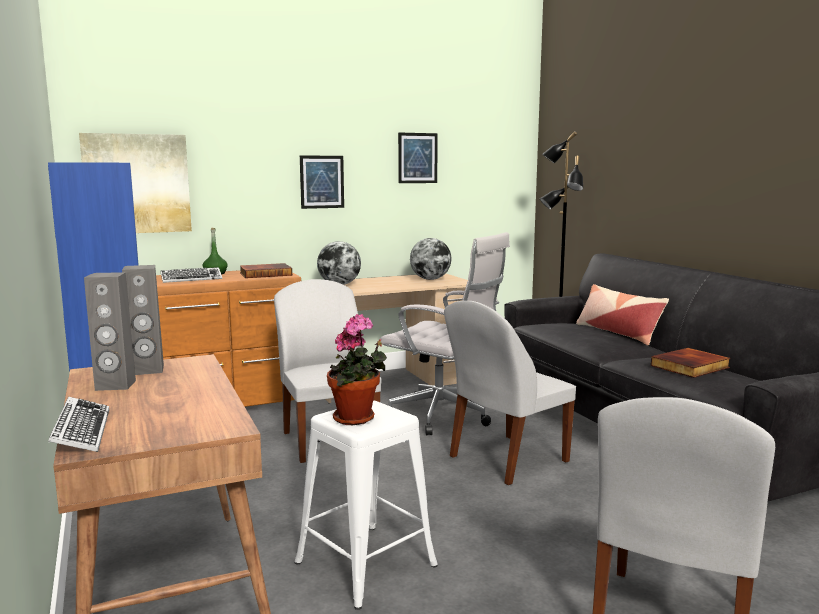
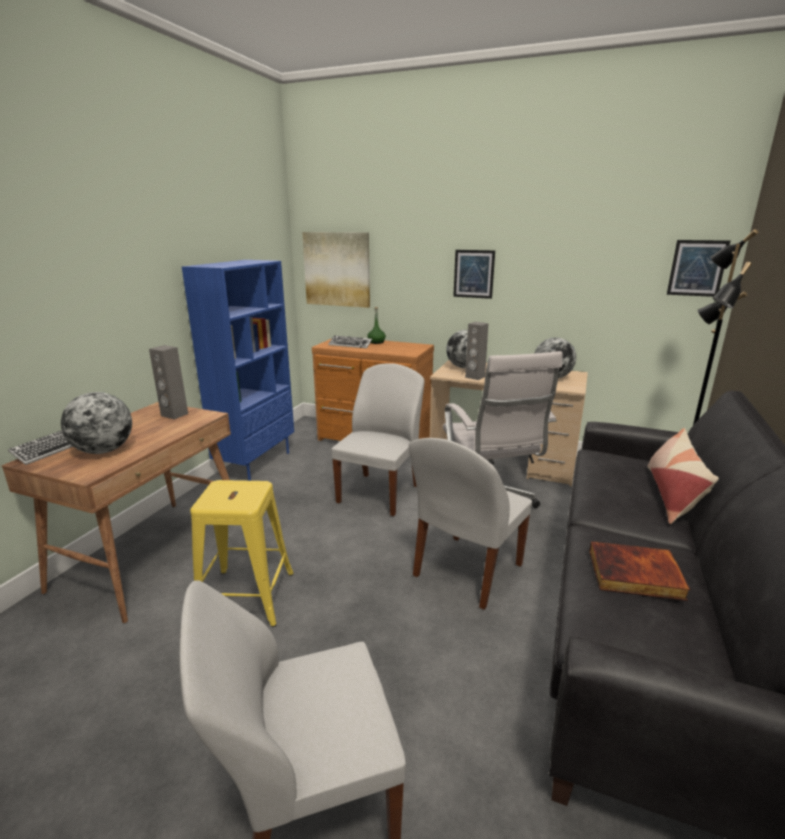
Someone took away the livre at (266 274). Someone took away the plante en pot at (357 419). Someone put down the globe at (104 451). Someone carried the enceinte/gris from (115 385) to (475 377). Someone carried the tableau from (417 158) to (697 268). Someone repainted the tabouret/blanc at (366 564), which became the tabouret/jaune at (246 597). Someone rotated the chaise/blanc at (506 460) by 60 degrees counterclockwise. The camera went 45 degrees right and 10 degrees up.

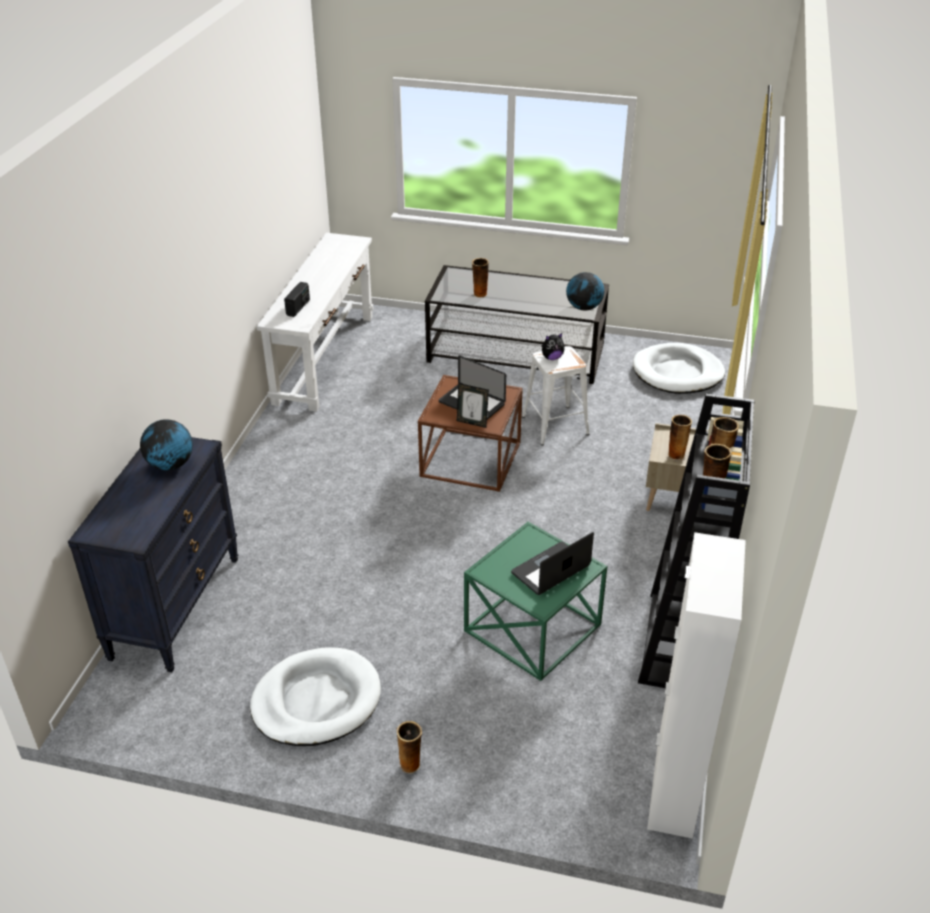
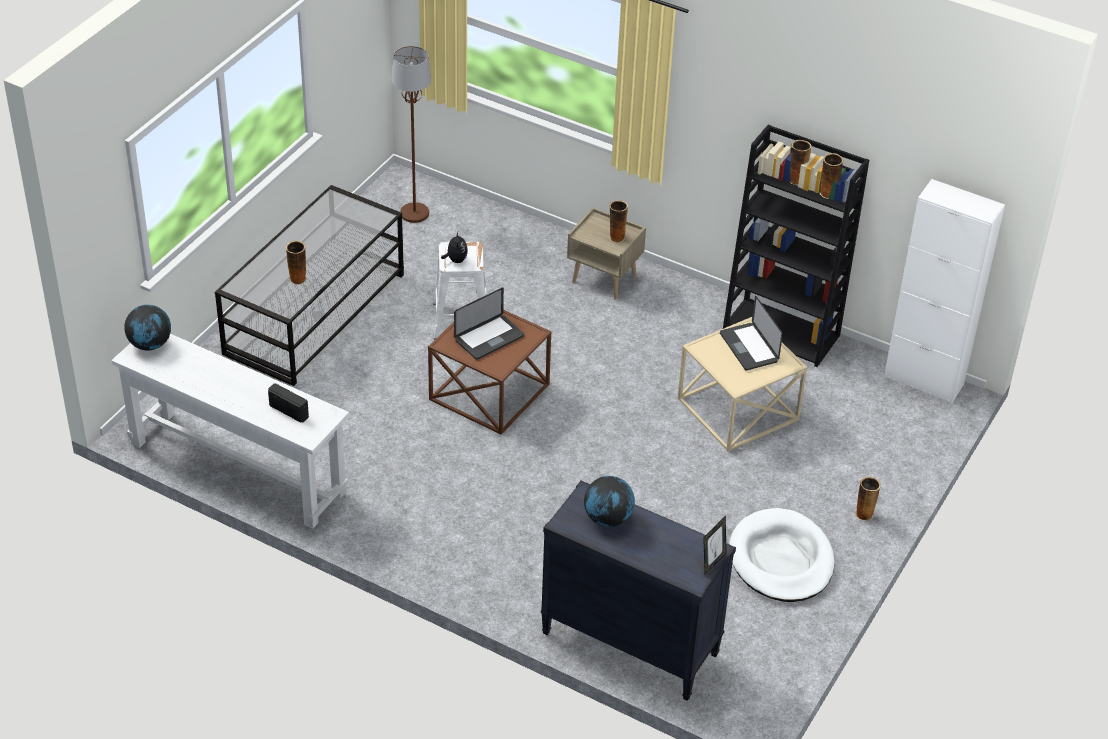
Someone carried the cadre photo from (472 423) to (713 562). Someone carried the globe from (584 308) to (150 344). Someone swapped the panier pour chien/blanc at (677 373) for the lampadaire/marron at (414 213). Someone repainted the table d'appoint/vert at (532 628), which became the table d'appoint/beige at (739 409). The camera went 75 degrees left and 5 degrees up.

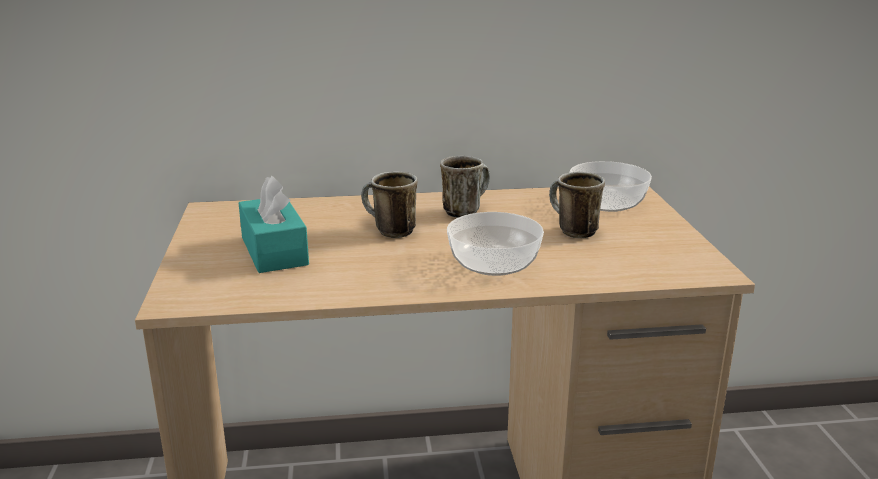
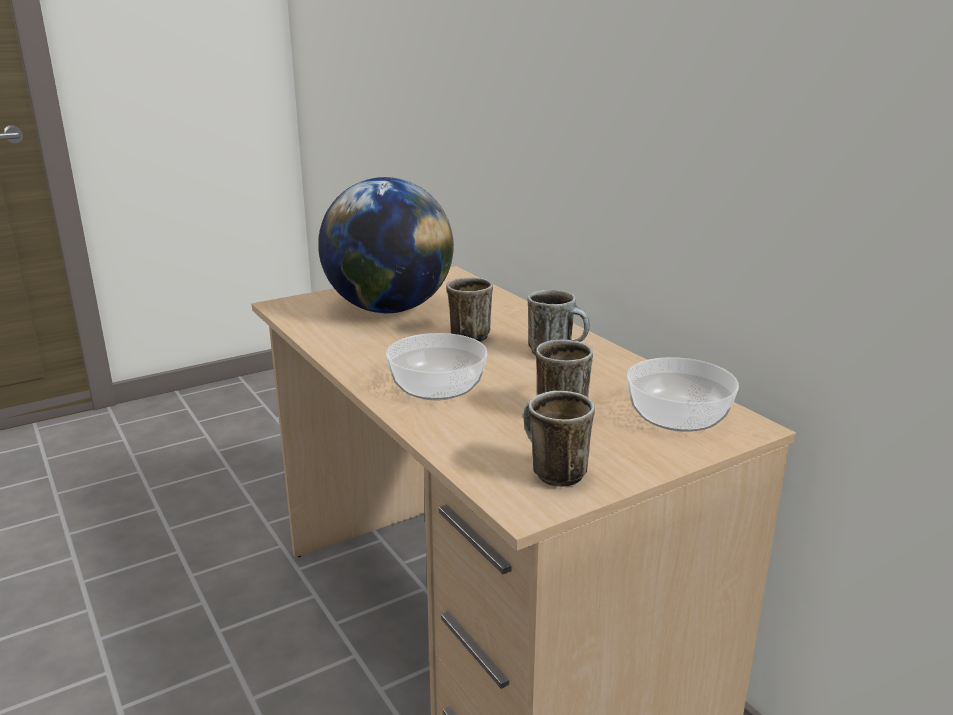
Someone put down the mug at (550 472). Someone swapped the boîte à mouchoirs/turquoise at (274 251) for the globe at (388 309). The camera went 65 degrees right and 0 degrees up.

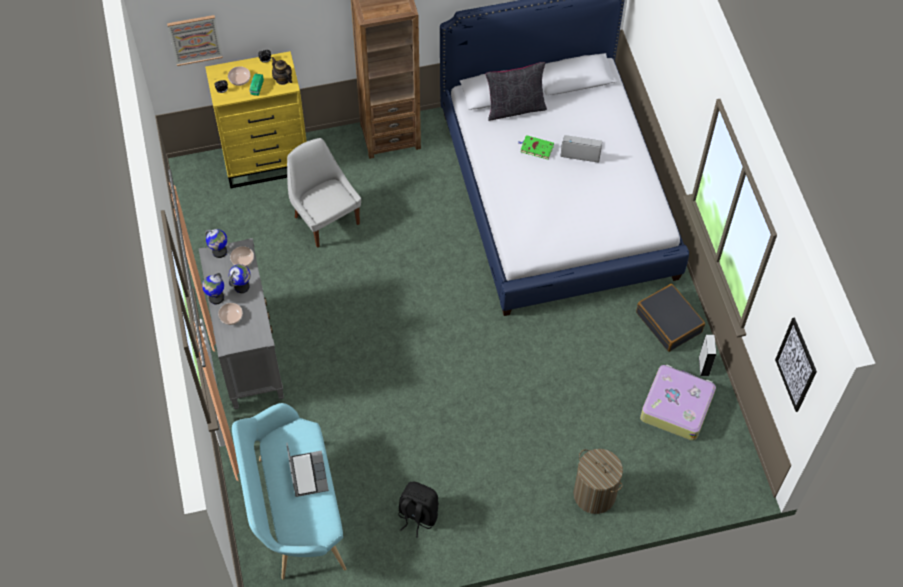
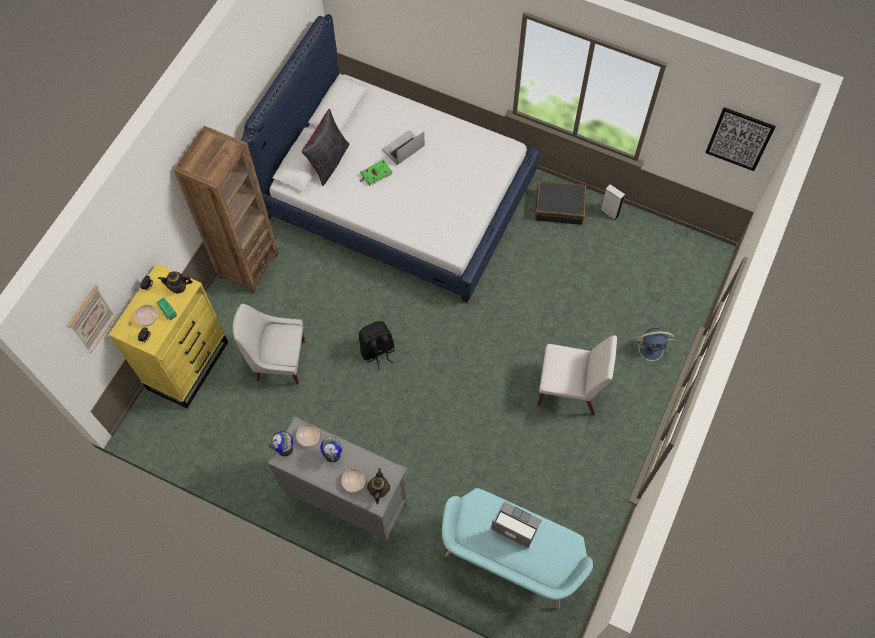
Someone took away the globe at (216 298). Someone took away the valise at (676 406). Someone put down the théière at (379 490). Someone put down the chaise/blanc at (570 389). Someone carried the sac à dos/noir from (417 515) to (377 351). Someone swapped the panier à linge at (594 494) for the ventilateur/bleu at (652 349). The camera went 50 degrees left and 5 degrees up.

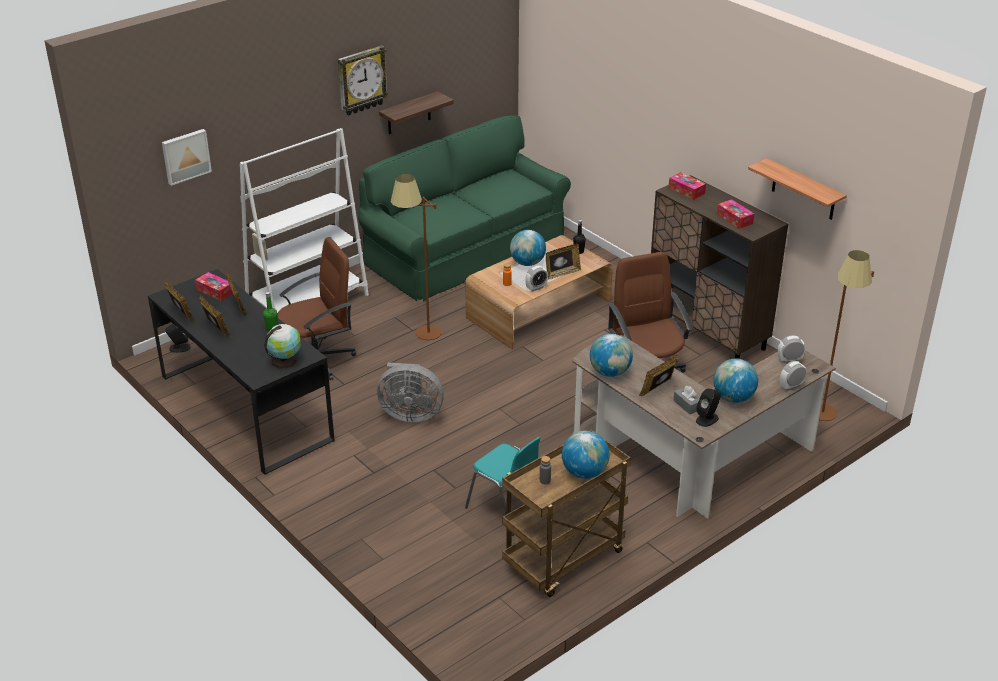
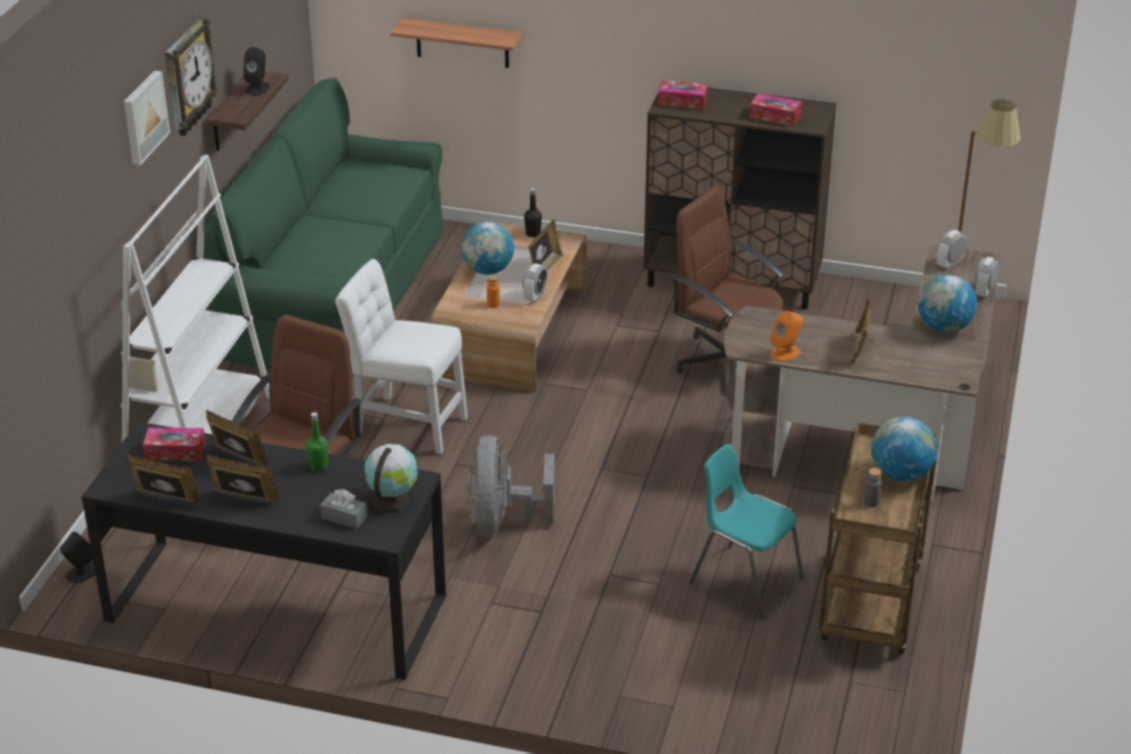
Someone carried the tableau from (185 156) to (143 117). Someone carried the boîte à mouchoirs/gris from (687 405) to (344 517). Someone carried the enceinte/noir from (707 419) to (257 88). Someone carried the étagère from (803 190) to (462 43). Someone swapped the lampadaire/marron at (420 338) for the chaise/blanc at (405 424). Someone swapped the globe at (610 372) for the enceinte/orange at (785 353). Someone rotated the ventilateur/gris at (410 414) by 120 degrees clockwise. Someone rotated the chaise/turquoise at (506 509) by 150 degrees counterclockwise. The camera went 35 degrees left and 0 degrees up.

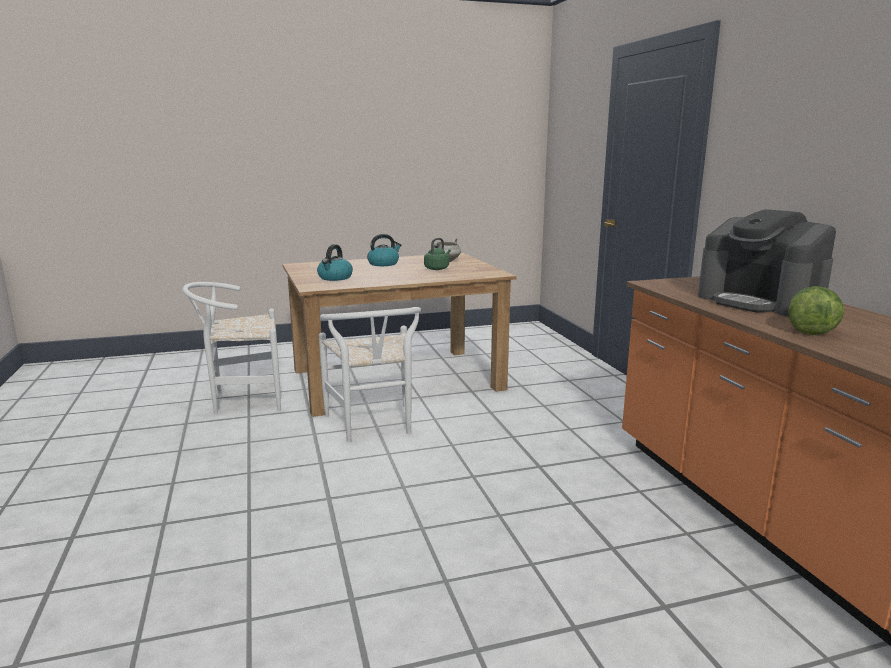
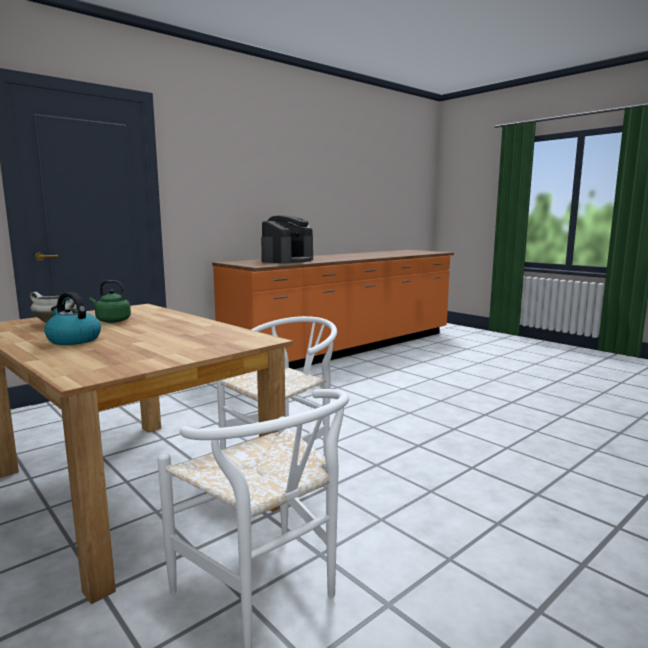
Someone took away the bouilloire at (335 278). Someone took away the laitue at (810 330). The camera went 115 degrees left and 5 degrees down.

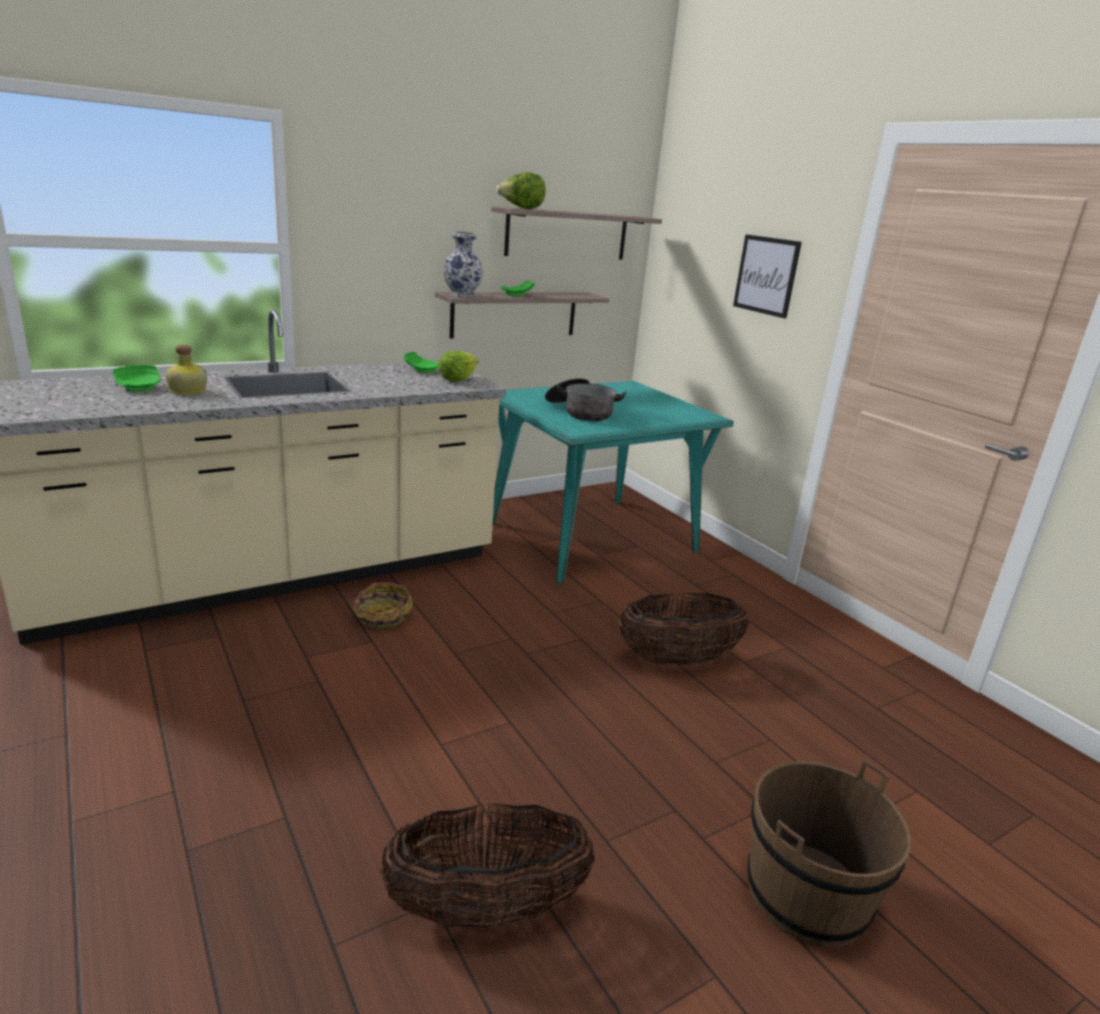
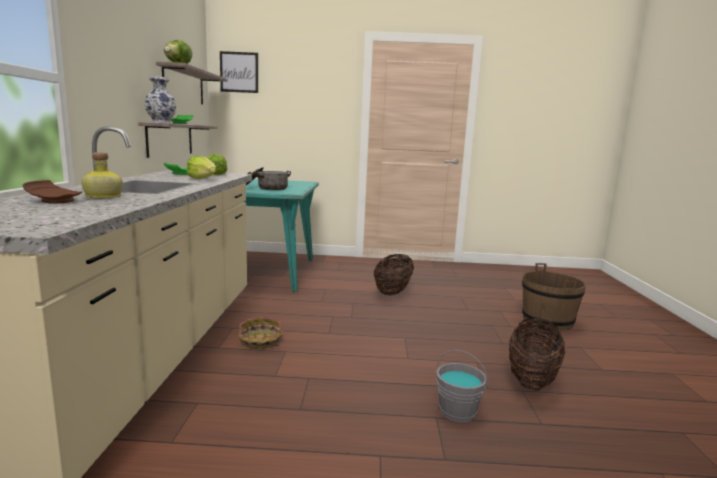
Someone put down the laitue at (203 179). Someone put down the seau/gris at (457 411). Someone carried the tableau from (766 275) to (239 72). Someone repainted the assiette/vert at (140 387), which became the assiette/marron at (54 201). The camera went 55 degrees left and 10 degrees down.

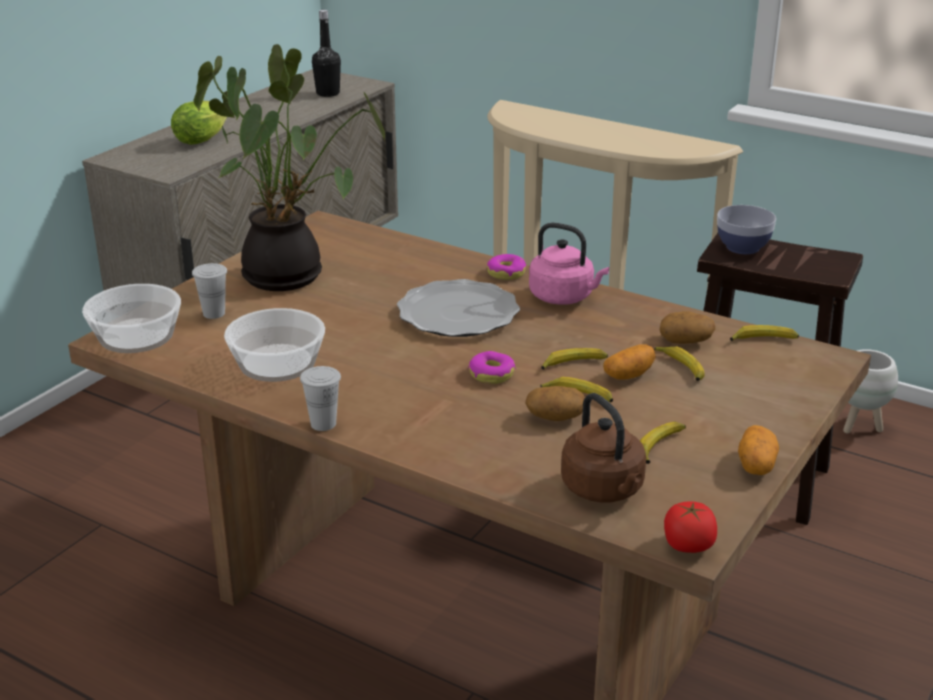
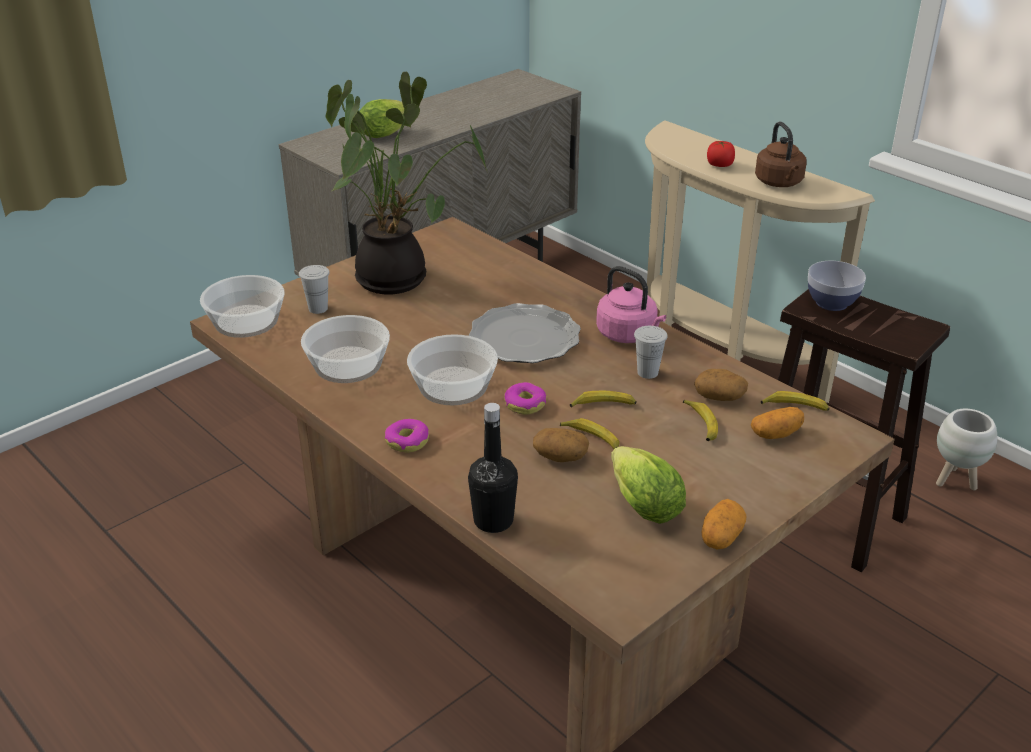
Someone put down the bol at (453 385). Someone carried the tasse/blanc from (323 424) to (647 372). Someone carried the bouteille/noir from (328 93) to (493 521). Someone carried the beignet from (506 273) to (407 441). Someone carried the bouilloire/marron from (604 490) to (779 183). Someone carried the pomme de terre from (629 375) to (776 434). Someone carried the tomate from (688 545) to (719 165). Someone swapped the banane at (660 447) for the laitue at (641 503). The camera went 15 degrees right and 5 degrees up.

